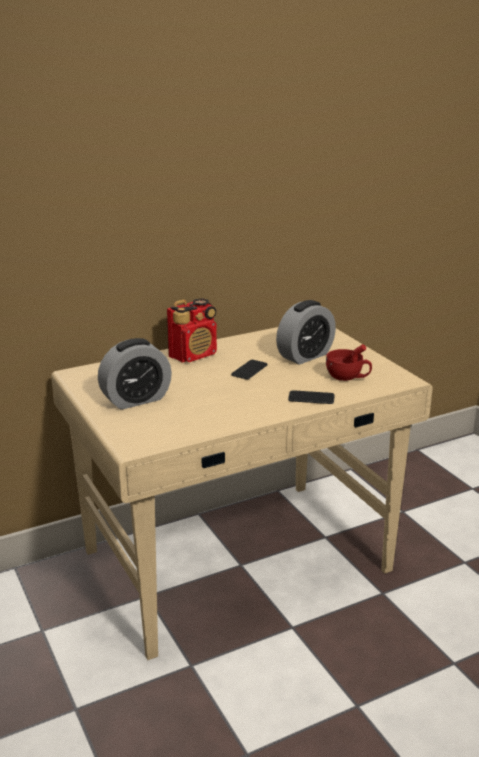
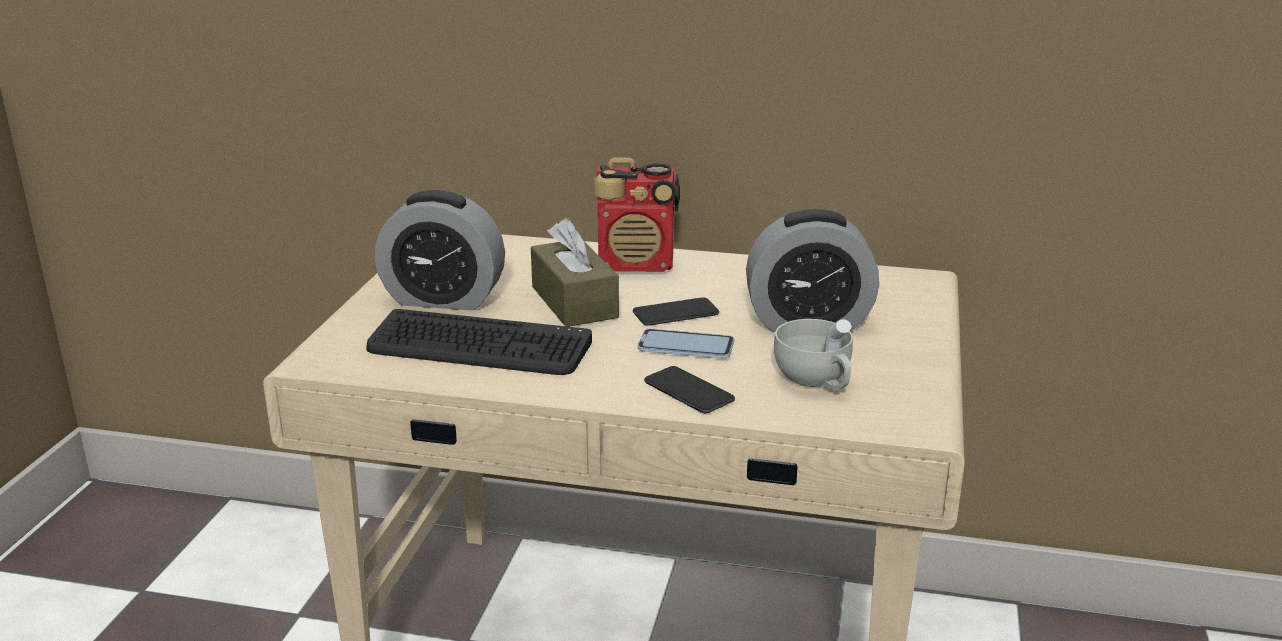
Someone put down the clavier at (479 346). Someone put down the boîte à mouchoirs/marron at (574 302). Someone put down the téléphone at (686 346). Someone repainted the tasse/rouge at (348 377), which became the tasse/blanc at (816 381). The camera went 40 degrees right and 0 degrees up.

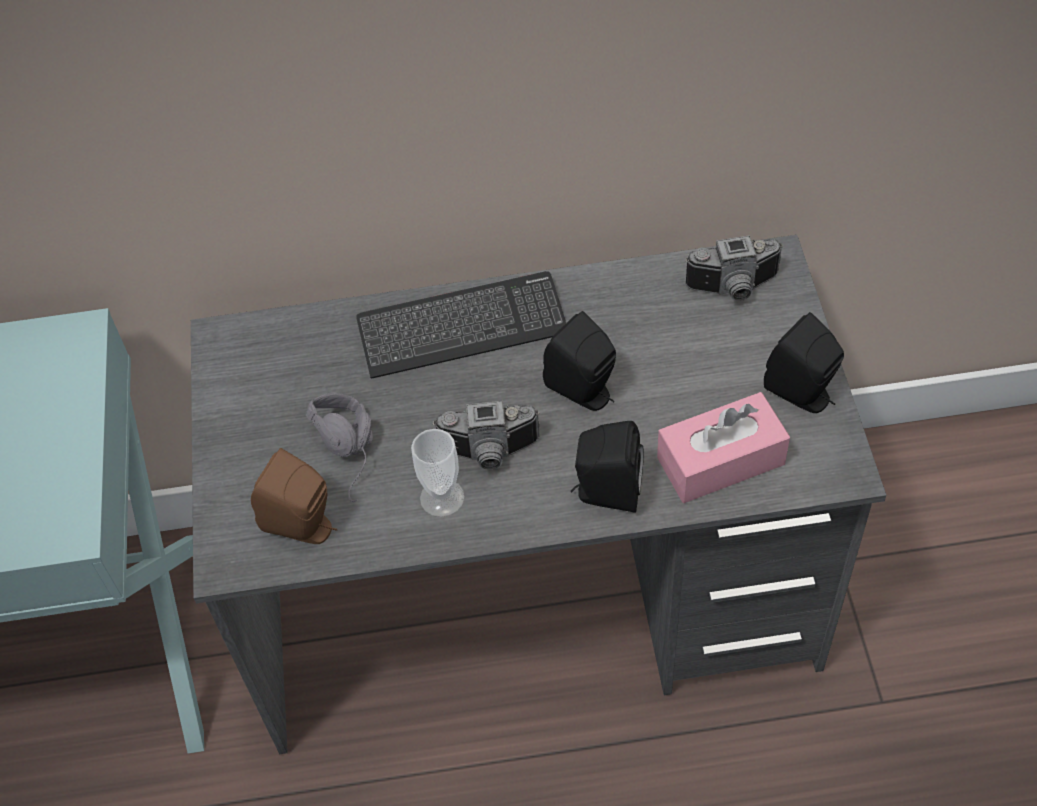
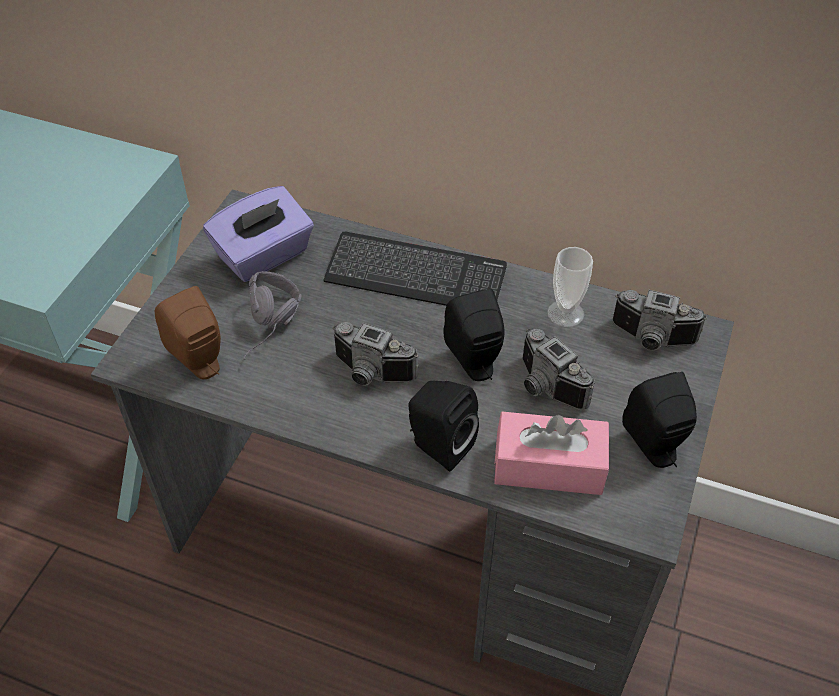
Someone put down the boîte à mouchoirs/violet at (264 256). Someone put down the appareil photo at (545 388). Someone carried the tasse from (442 498) to (565 313). The camera went 25 degrees right and 5 degrees down.

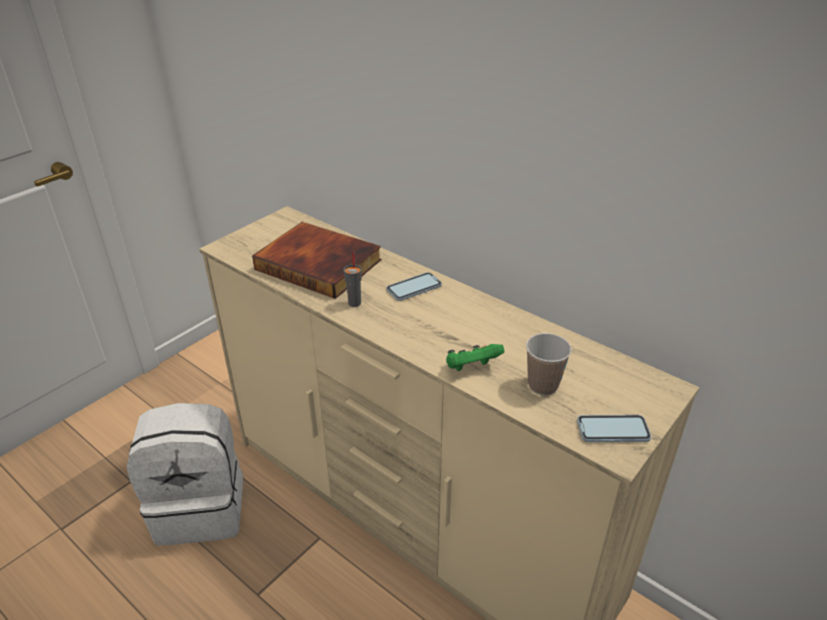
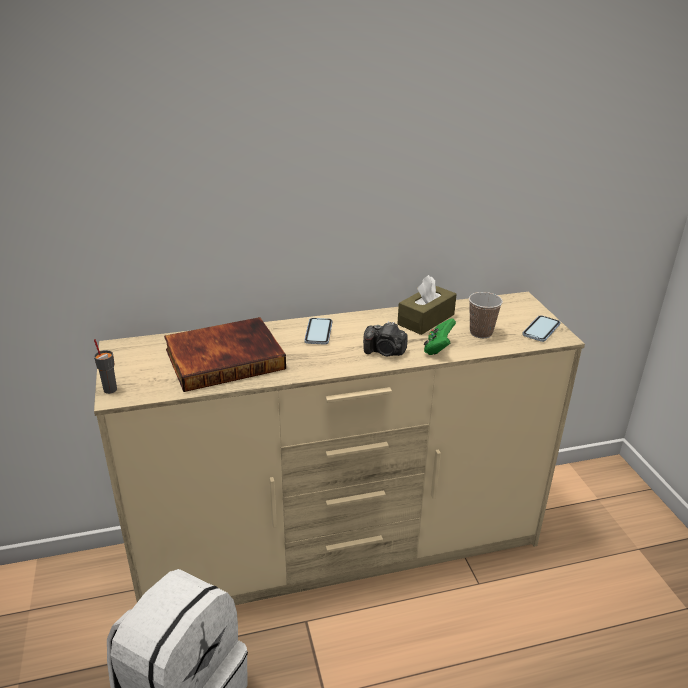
Someone put down the appareil photo at (385 352). Someone put down the boîte à mouchoirs/marron at (426 319). Someone carried the tasse/gris from (355 303) to (110 389). The camera went 55 degrees left and 5 degrees down.

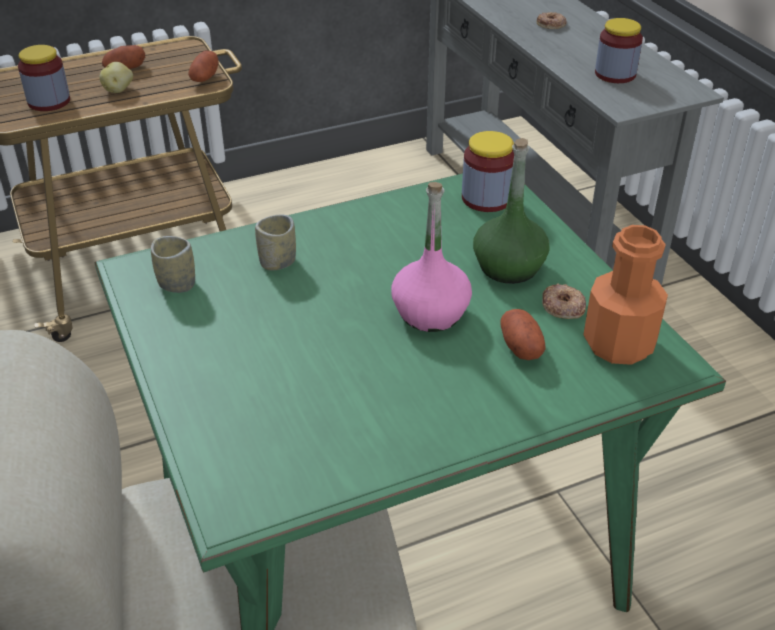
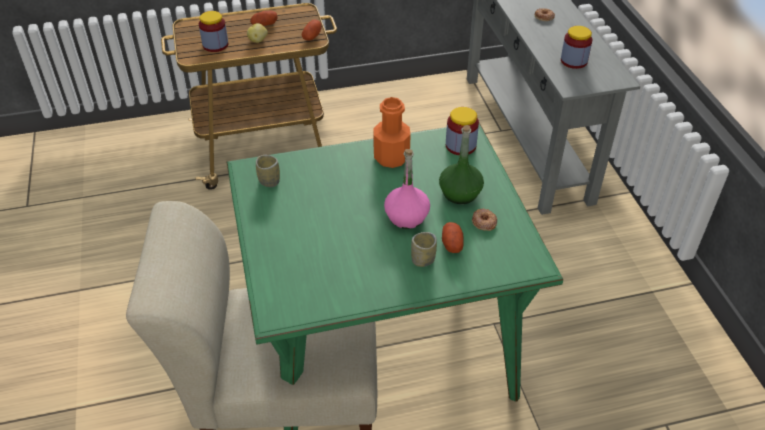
Someone carried the tasse from (277 262) to (423 260). Someone carried the bouteille/orange from (618 344) to (391 157). The camera went 10 degrees right and 5 degrees up.

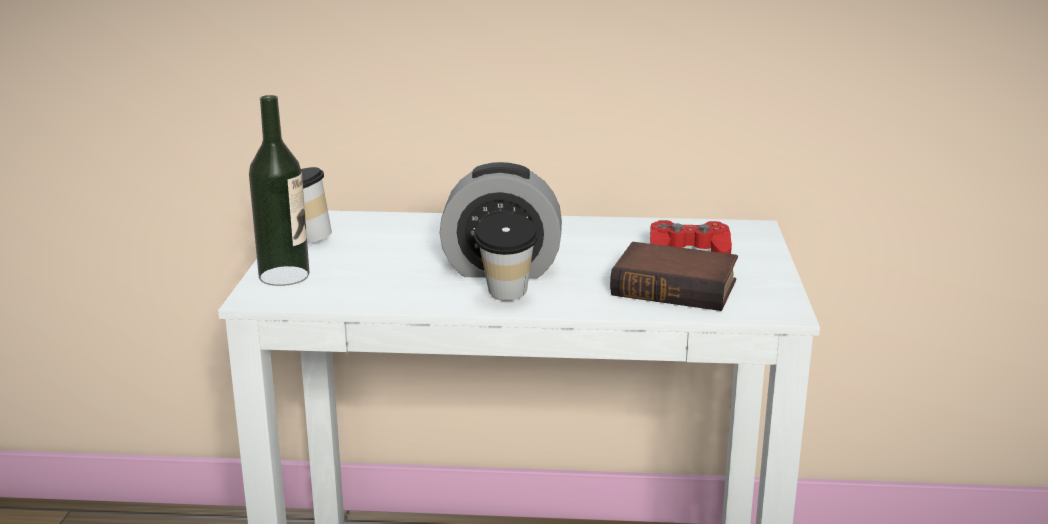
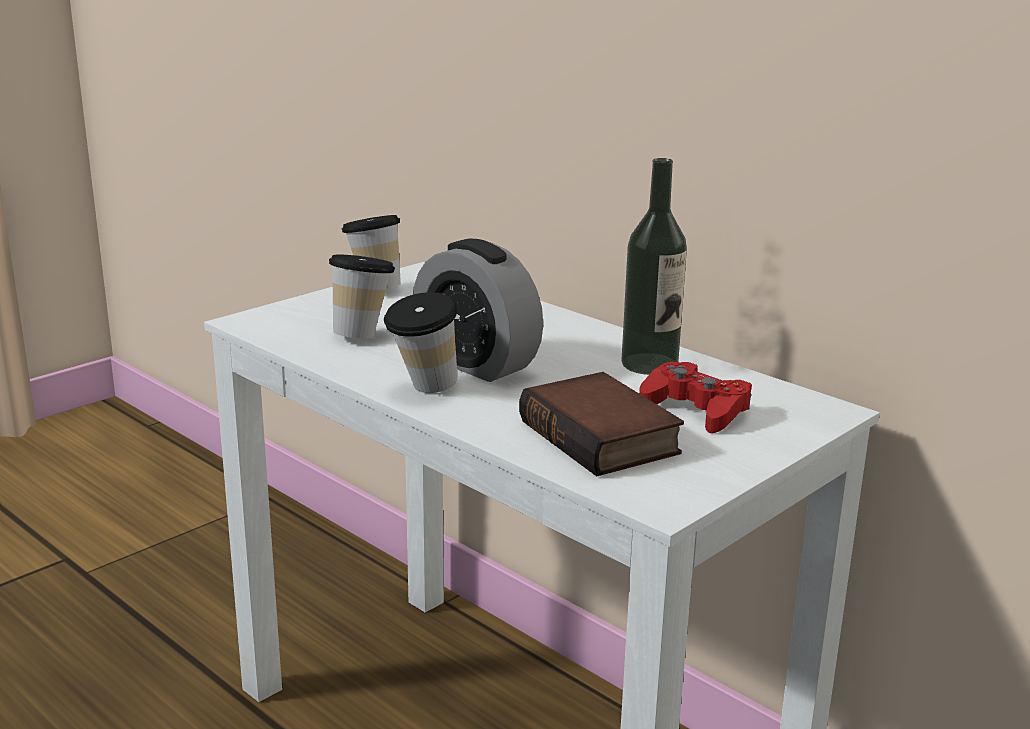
Someone put down the tasse at (362 334). Someone carried the bouteille from (284 276) to (649 364). The camera went 40 degrees right and 0 degrees up.

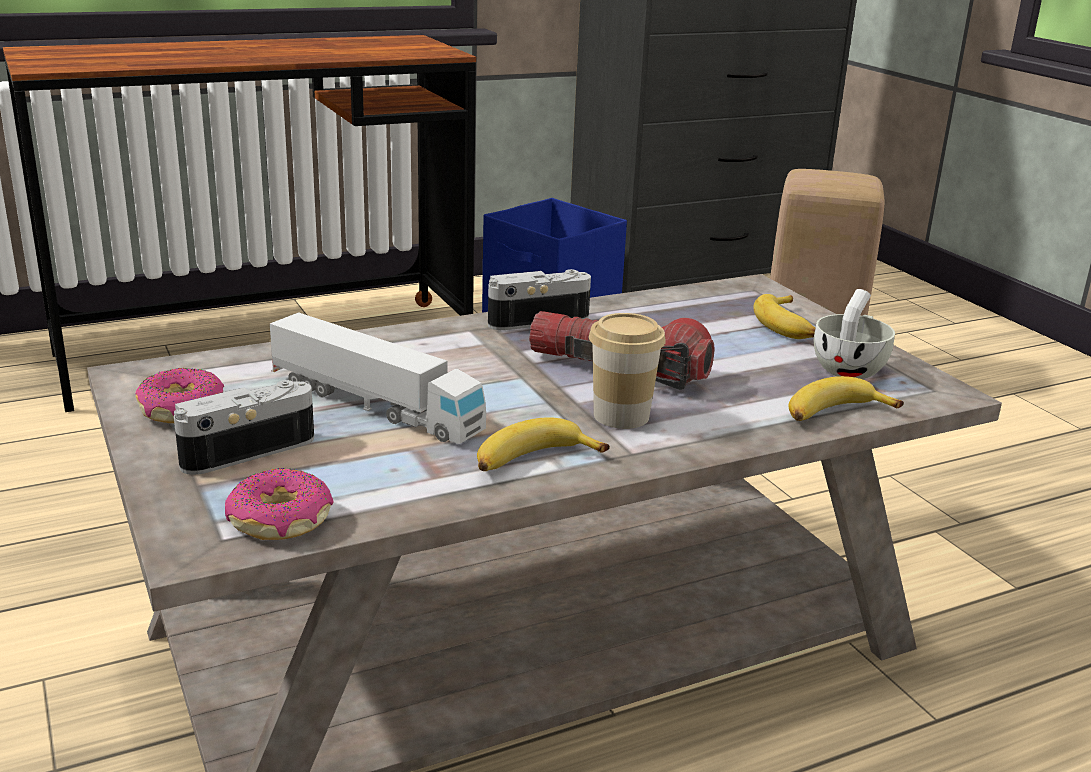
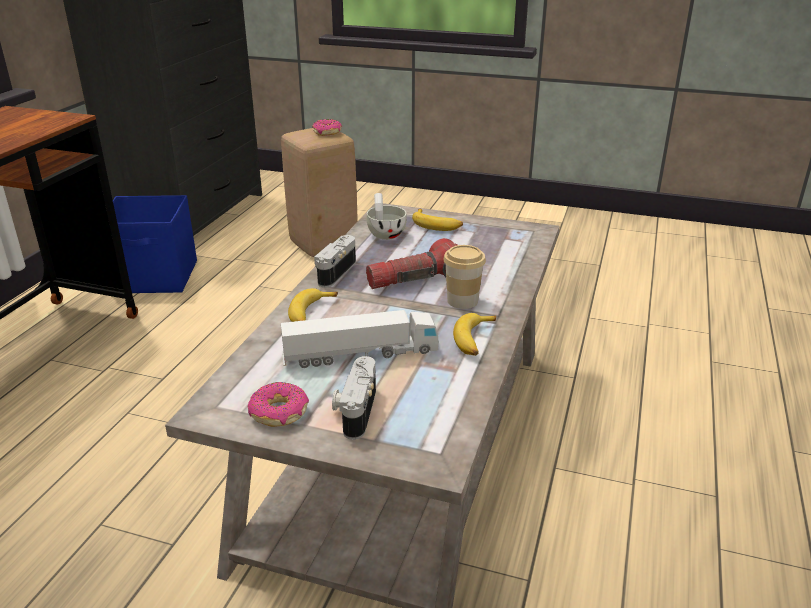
Someone carried the beignet from (281 521) to (327 132). Someone carried the banane from (834 415) to (310 314). Someone carried the tasse/blanc from (851 368) to (385 233). The camera went 45 degrees left and 5 degrees up.

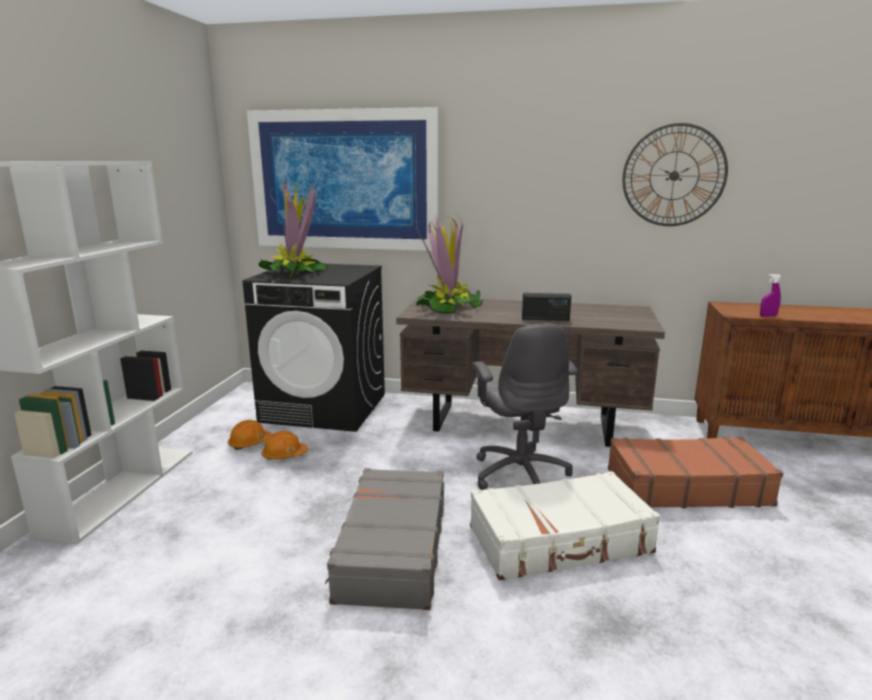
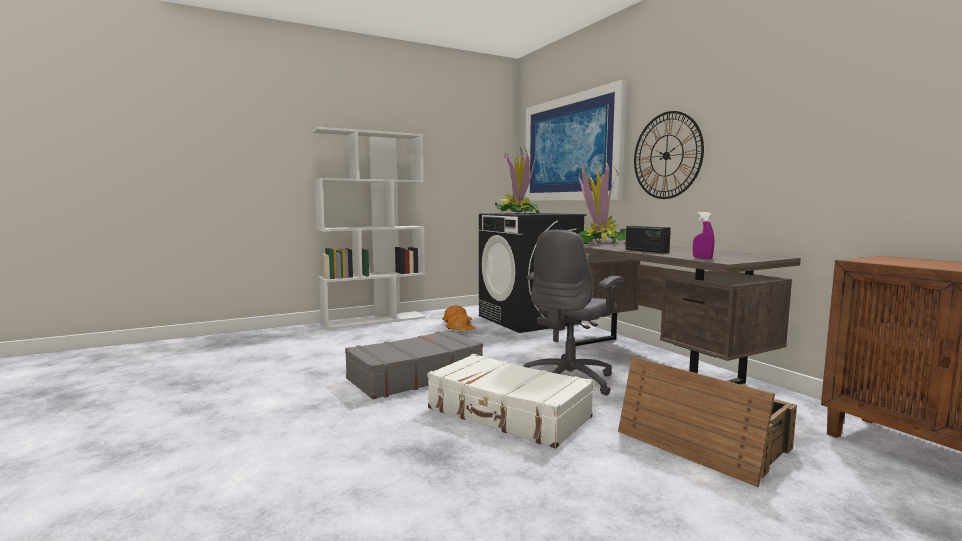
Someone carried the horloge murale from (674 175) to (666 155). Someone carried the vaporisateur/violet from (768 316) to (702 258). Someone swapped the valise/marron at (686 486) for the caisse at (701 441). The camera went 50 degrees right and 10 degrees down.

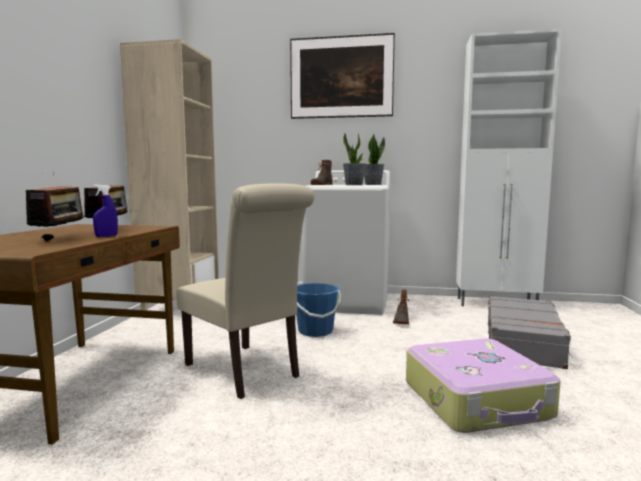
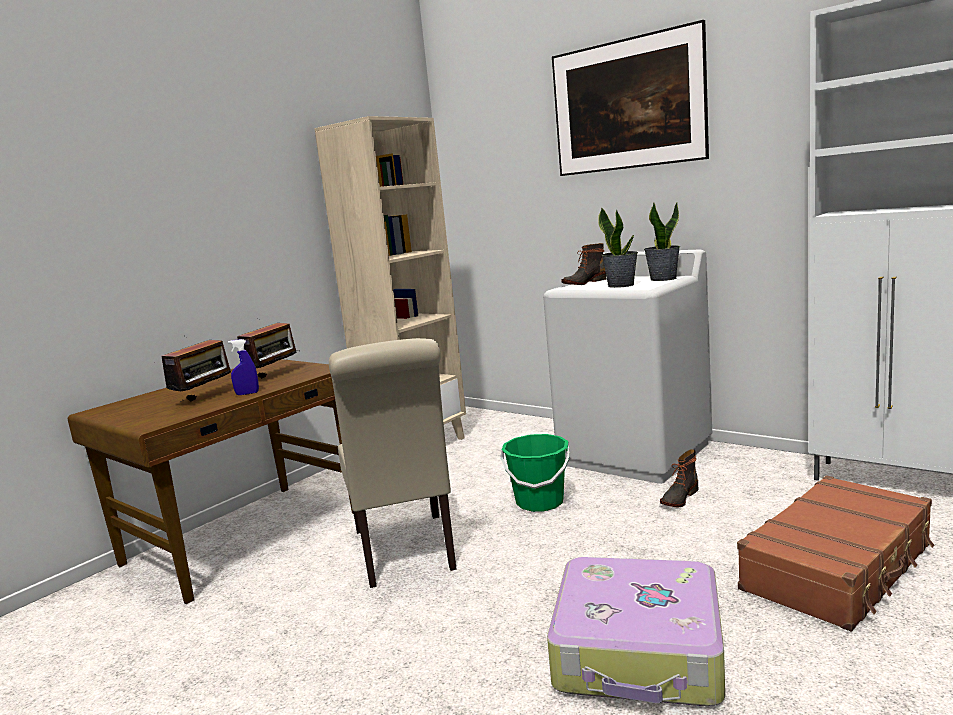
Someone repainted the seau/bleu at (315 331), which became the seau/vert at (539 502). Someone repainted the valise/gris at (523 342), which became the valise/marron at (839 567). The camera went 30 degrees right and 5 degrees up.

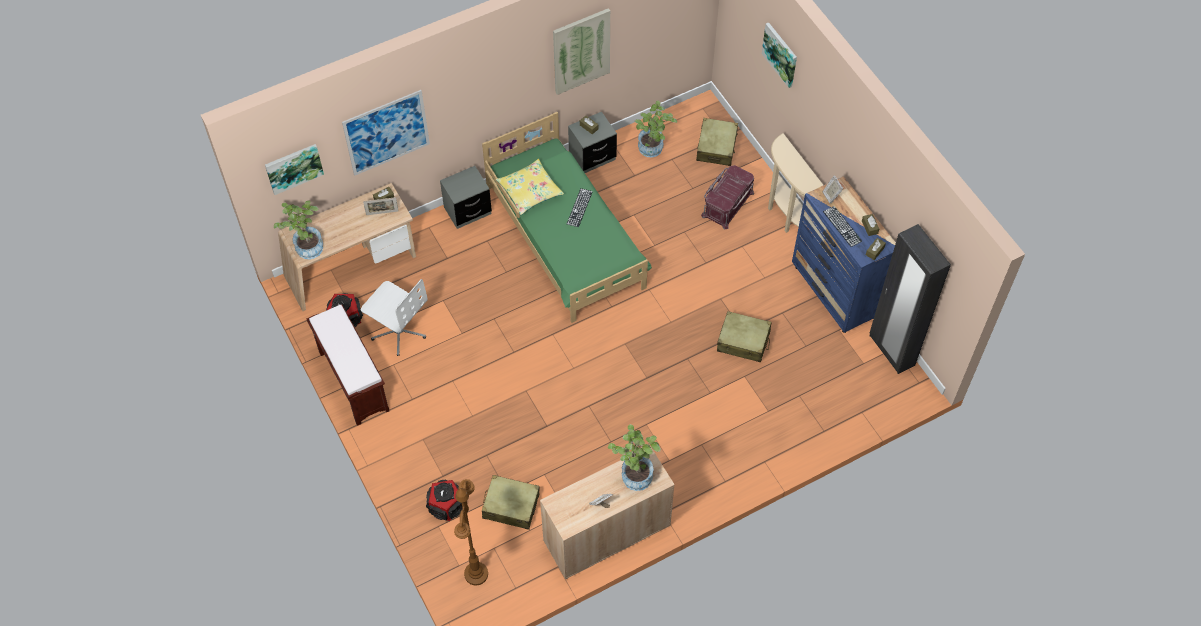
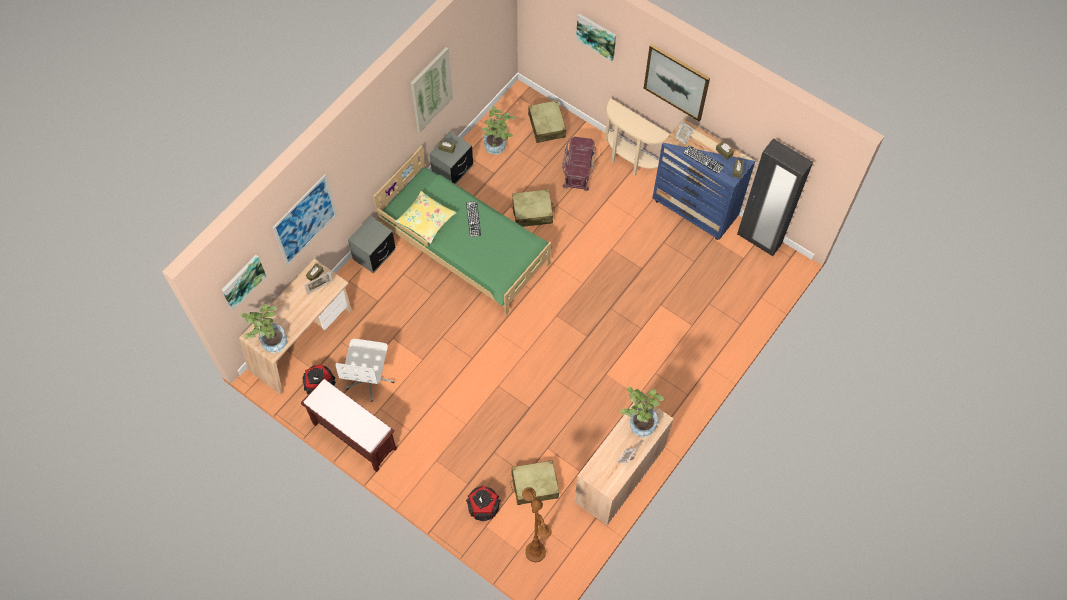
Someone put up the tableau at (676 82). Someone carried the valise/beige from (743 341) to (532 212). Someone rotated the chaise de bureau/blanc at (399 331) by 90 degrees clockwise. The camera went 25 degrees left and 5 degrees up.

